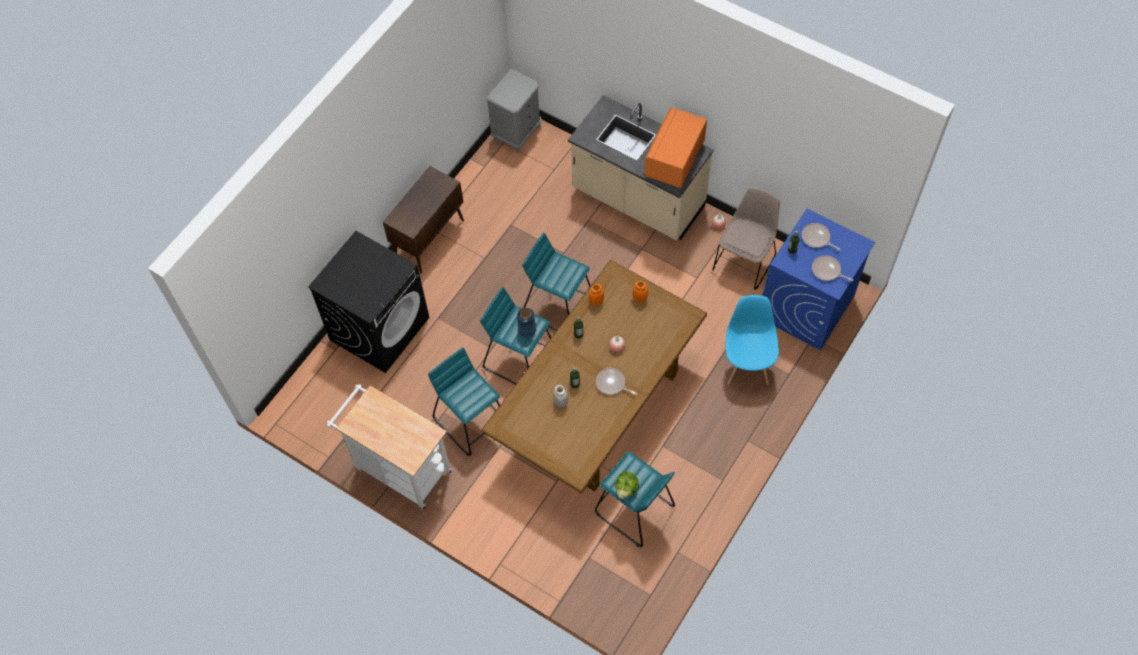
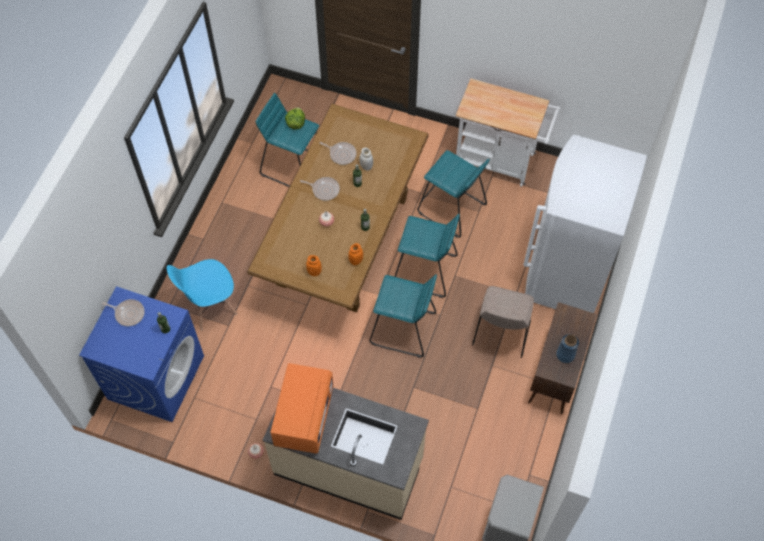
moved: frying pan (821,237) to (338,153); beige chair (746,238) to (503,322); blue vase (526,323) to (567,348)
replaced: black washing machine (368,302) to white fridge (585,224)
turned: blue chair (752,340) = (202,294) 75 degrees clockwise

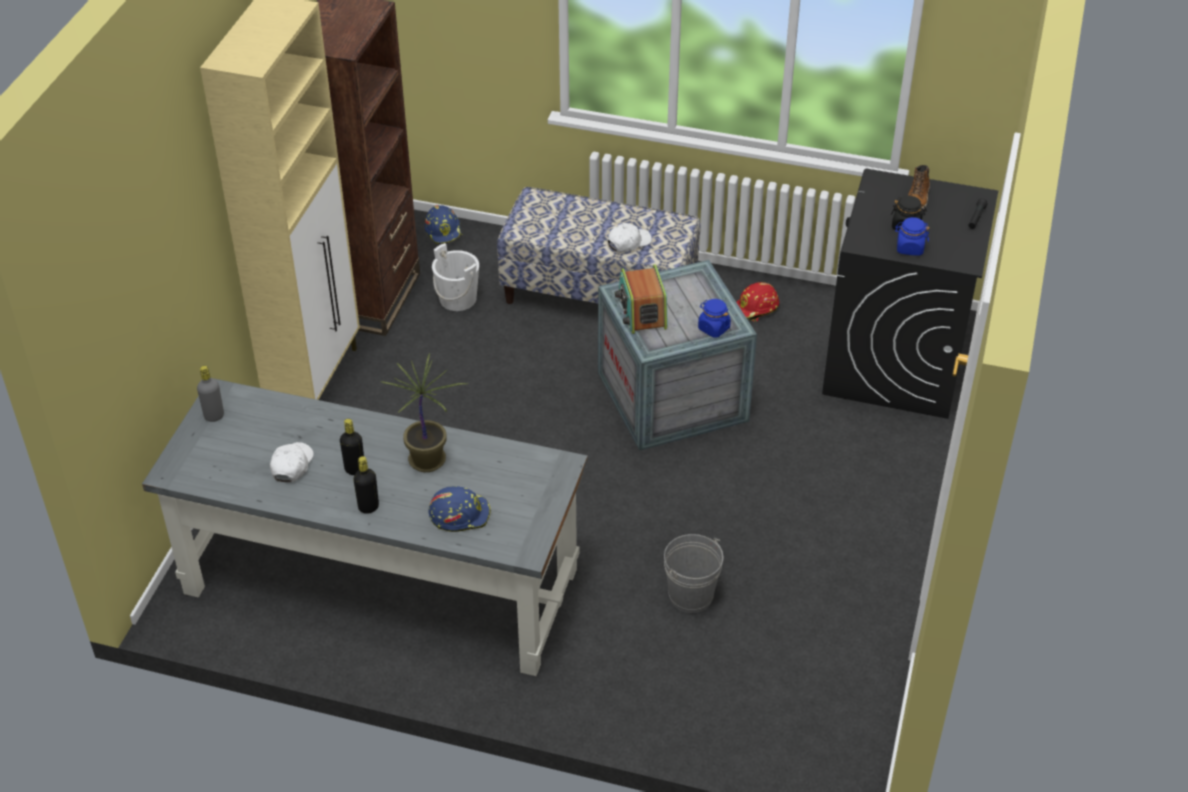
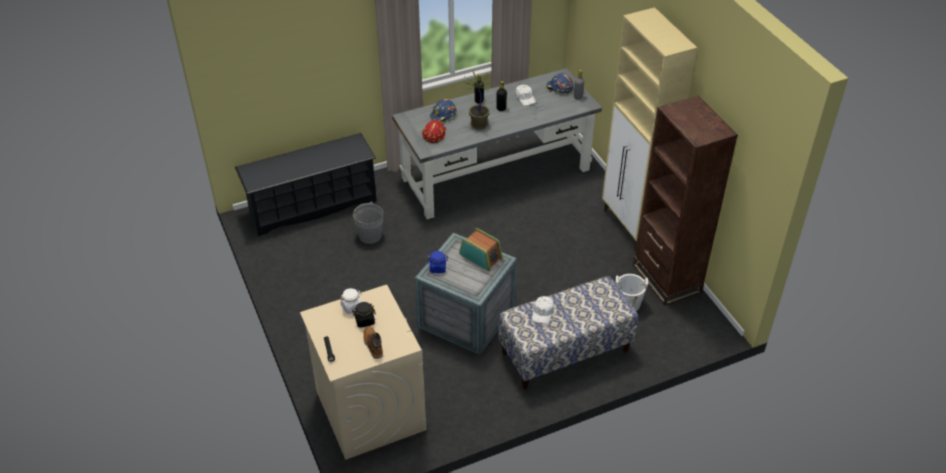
added: black shoe rack (306,184)
moved: red hard hat (757,302) to (434,131); blue hard hat (443,224) to (559,83)
recoloured: black washing machine (910,294) to beige washing machine (363,372); blue jar (912,236) to white jar (351,301)

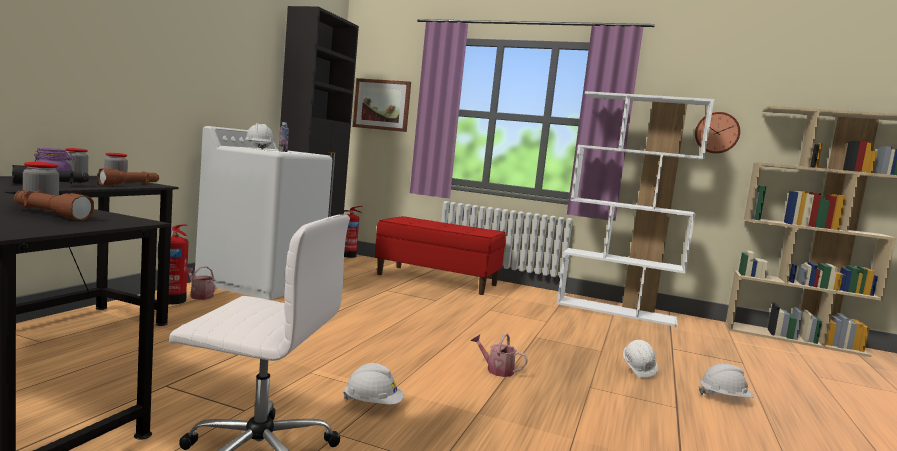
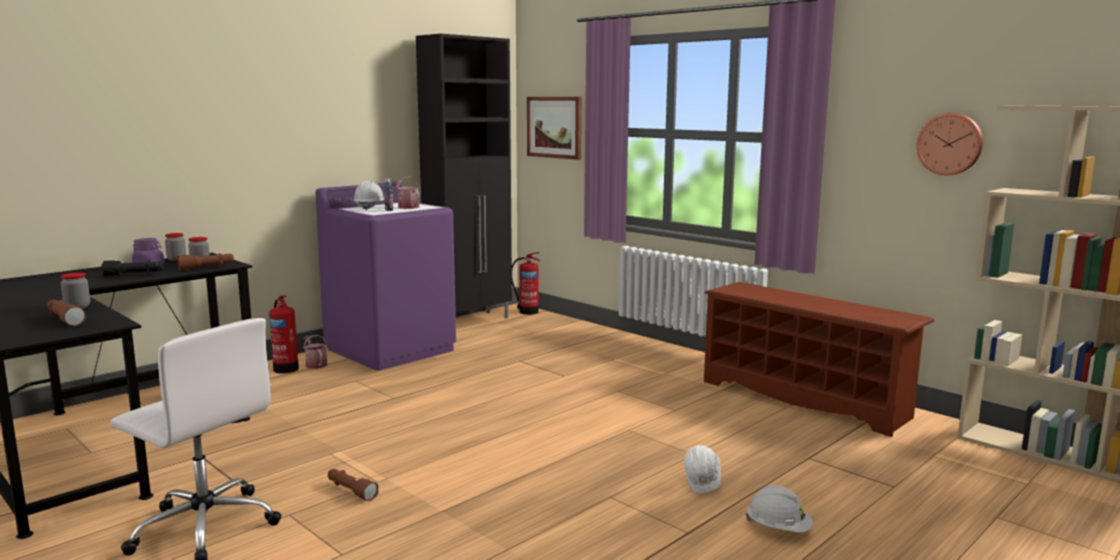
removed: red bench (440,255)
moved: watering can (499,355) to (405,192)
replaced: white hard hat (373,384) to brown flashlight (353,485); white bookcase (635,209) to brown shoe rack (819,359)
recoloured: white washing machine (263,213) to purple washing machine (385,276)

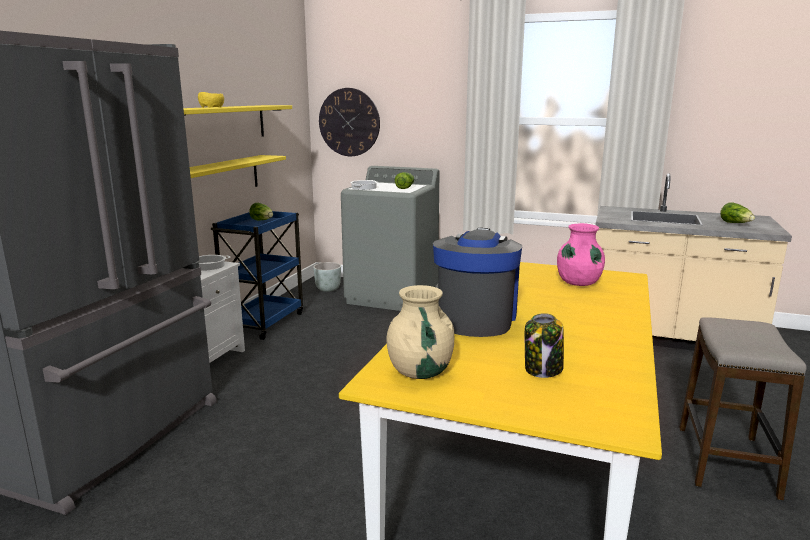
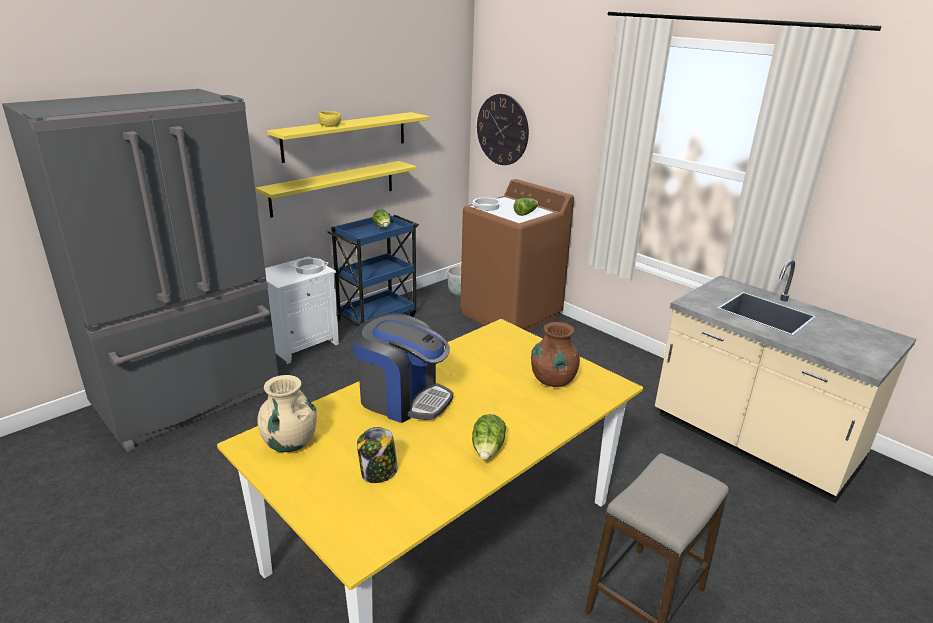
moved: lettuce (737,212) to (489,437)
recoloured: grey washing machine (390,238) to brown washing machine (517,255); pink vase (581,254) to brown vase (555,354)
turned: coffee machine (477,282) = (403,368) 75 degrees clockwise

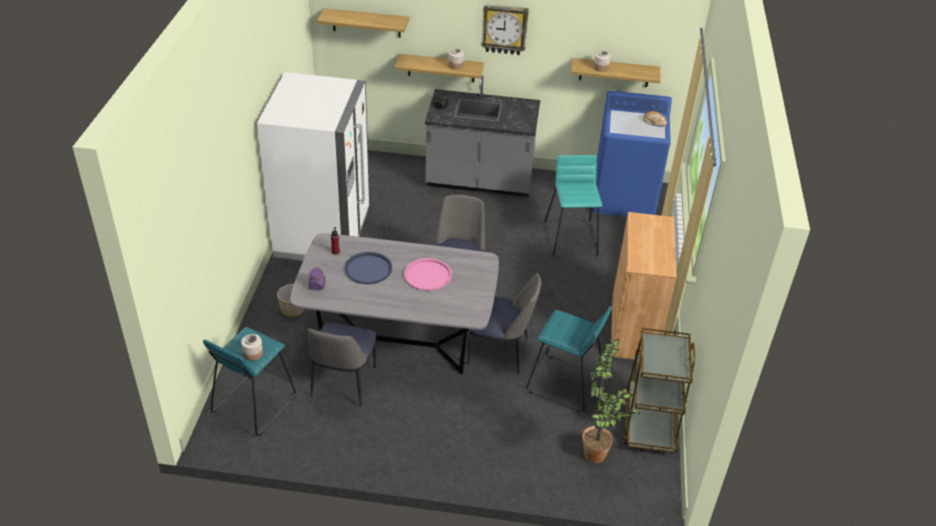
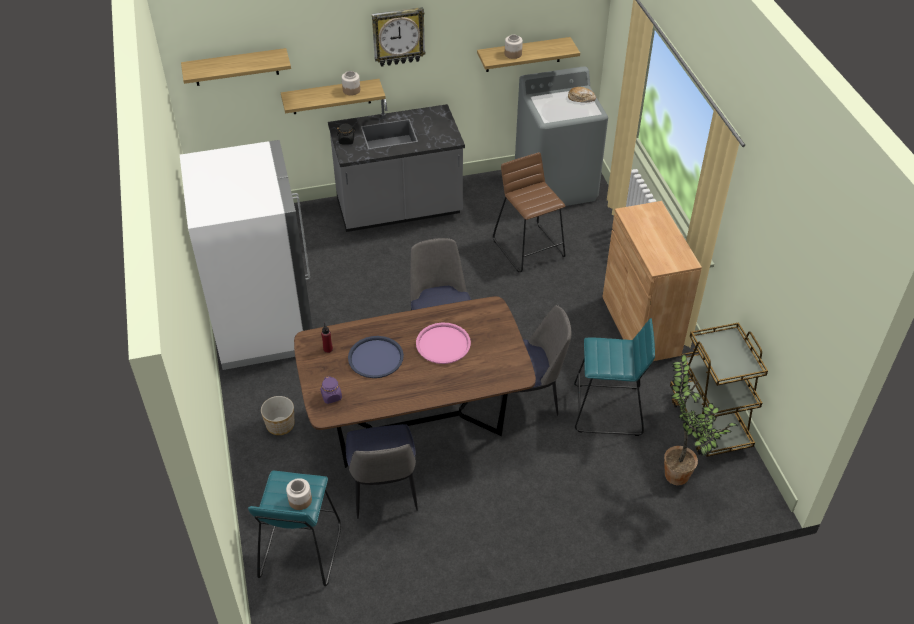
recoloured: grey dining table (394,303) to brown dining table (415,382); turquoise stool (573,205) to brown stool (529,212); blue washing machine (632,154) to grey washing machine (561,136)

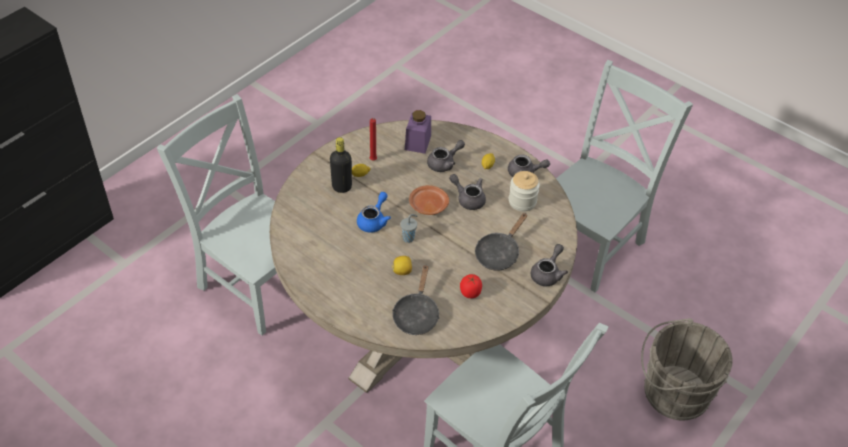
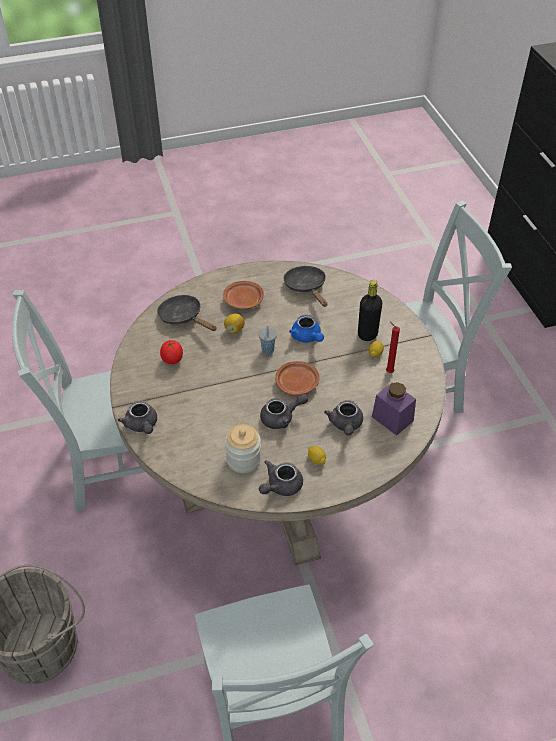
added: brown plate (243,295)
moved: black frying pan (501,242) to (305,286)

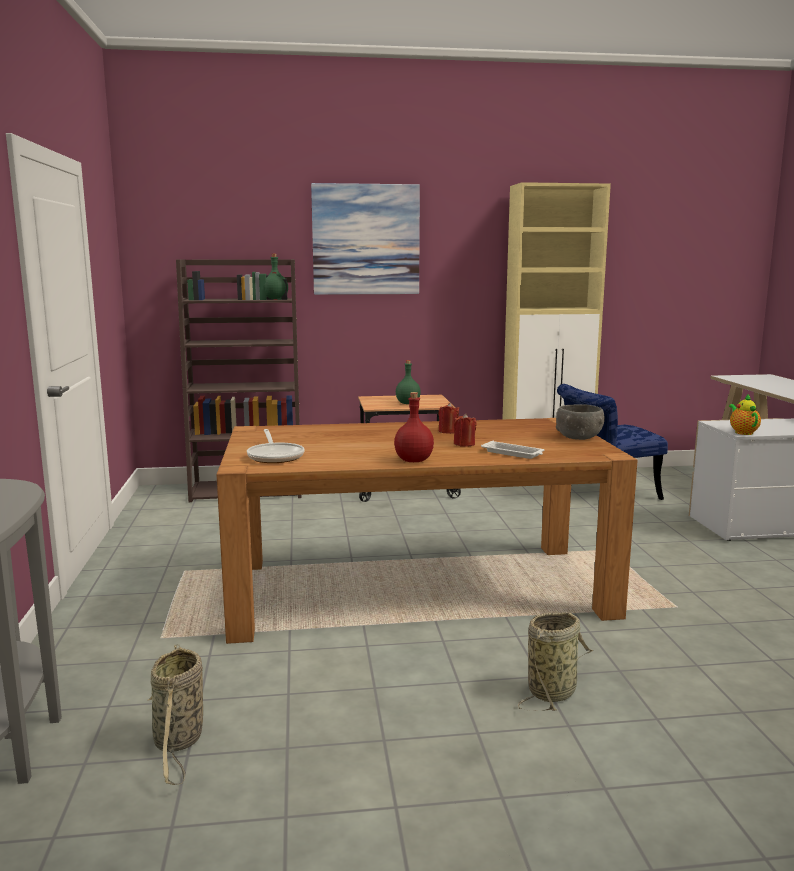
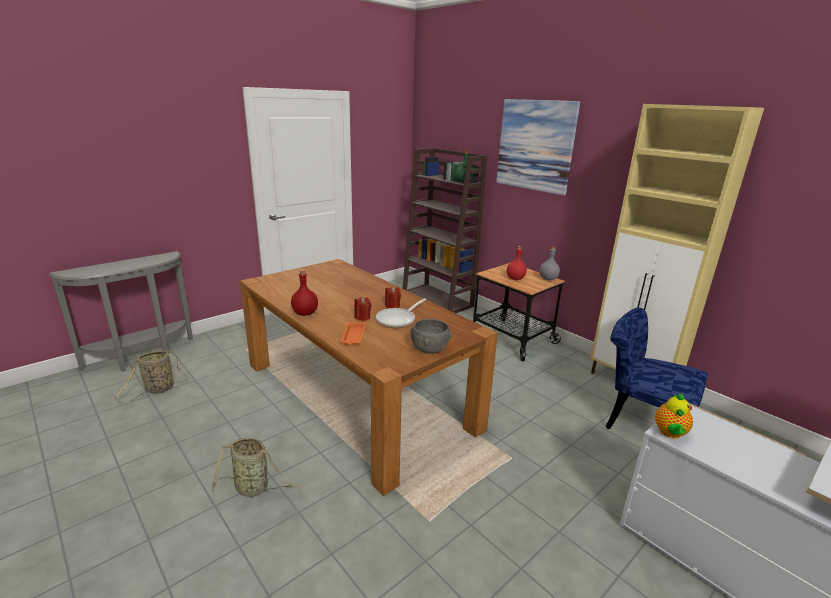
added: grey bottle (549,263)
moved: frying pan (276,446) to (401,313)
recoloured: white tray (512,449) to orange tray (353,333); green bottle (408,382) to red bottle (517,263)
turned: teapot (745,414) = (674,416) 150 degrees clockwise

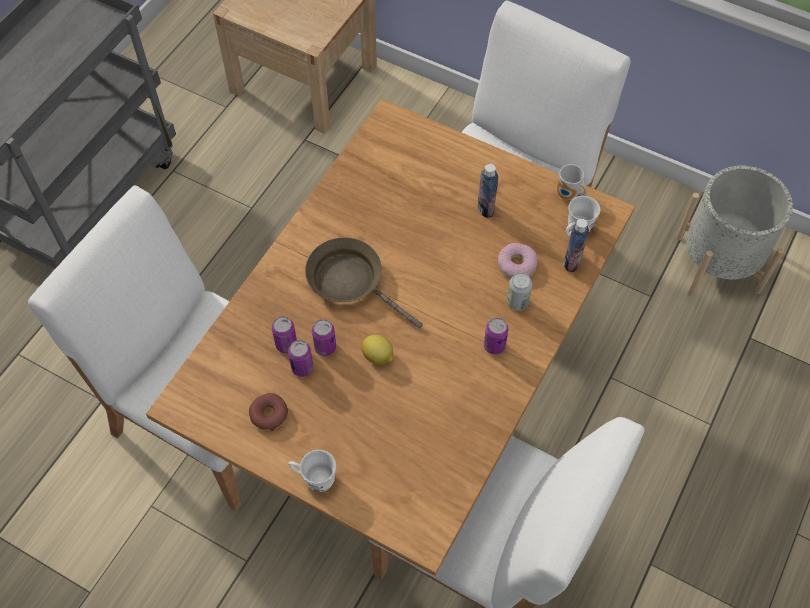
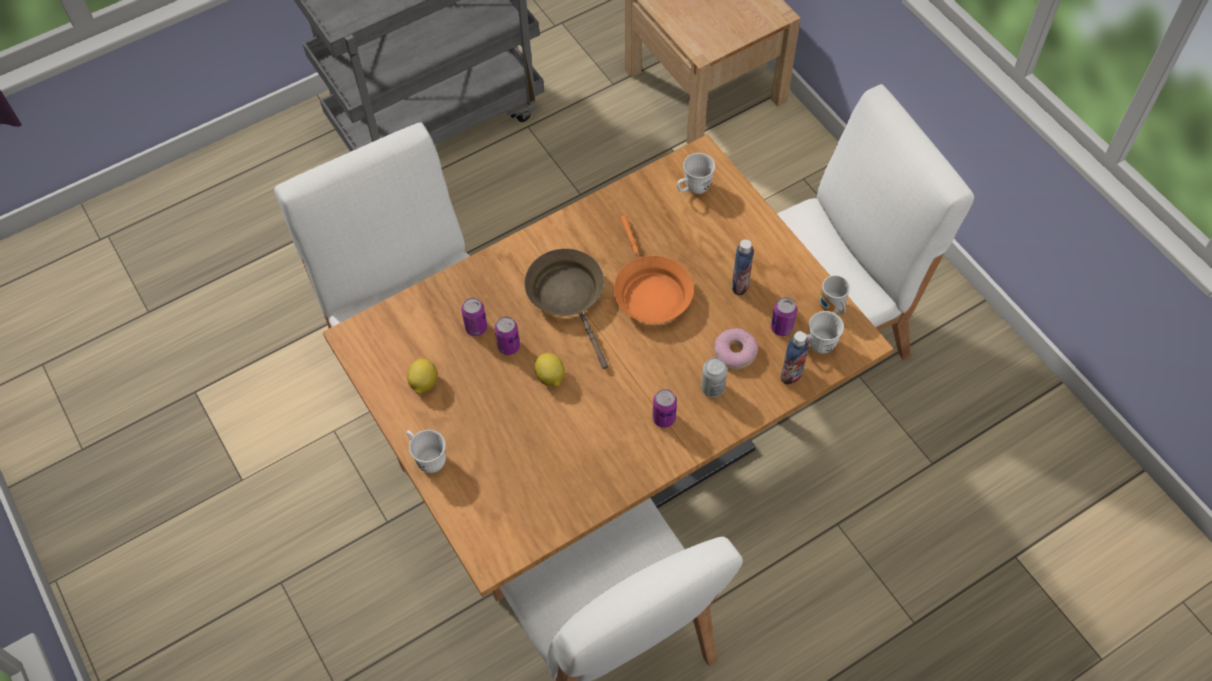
removed: grey planter (734,231)
added: orange frying pan (654,269); white mug (696,173)
moved: can (301,358) to (784,317)
replaced: donut (268,412) to lemon (422,376)

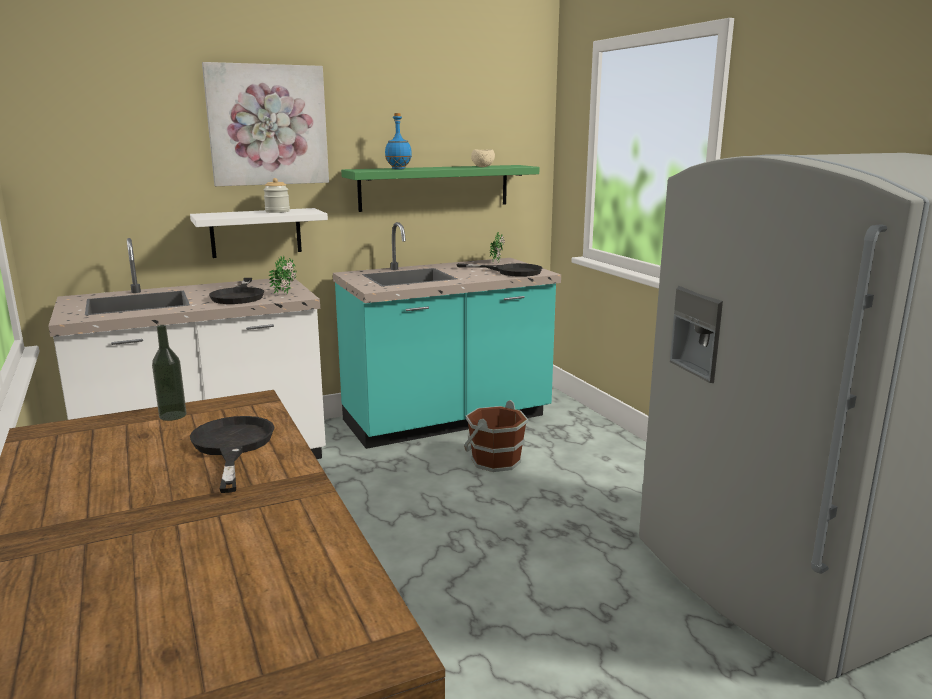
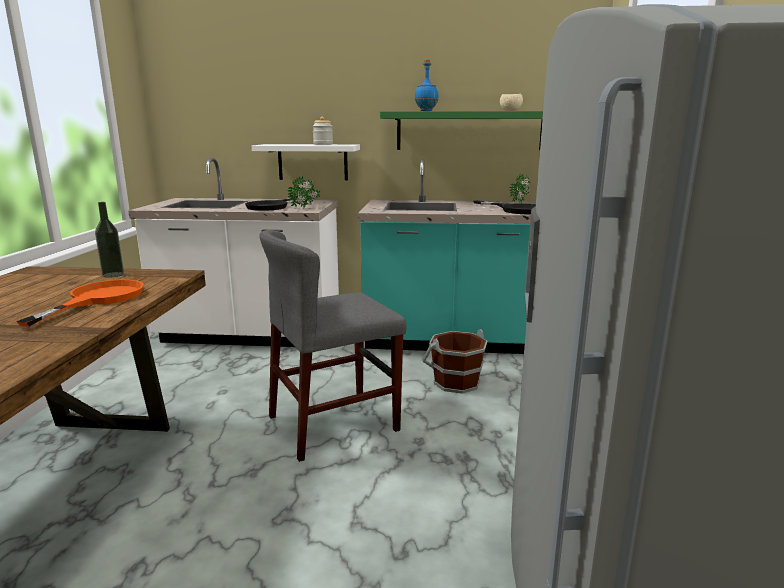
removed: picture (265,124)
added: grey chair (332,346)
recoloured: black frying pan (232,454) to orange frying pan (80,303)

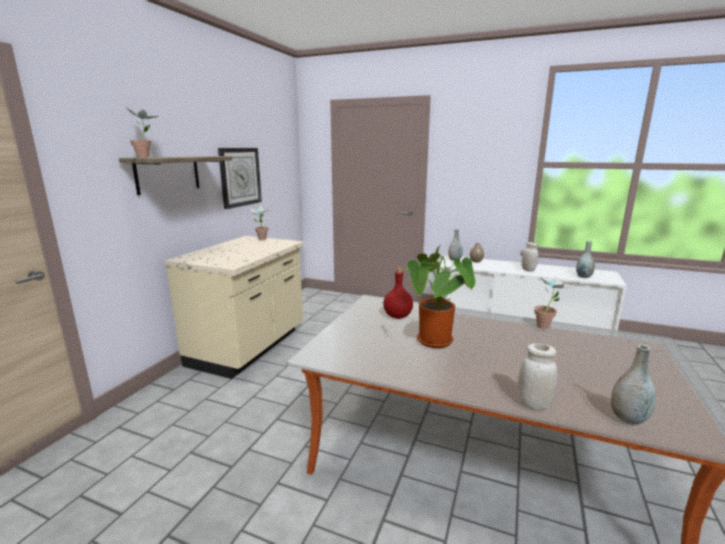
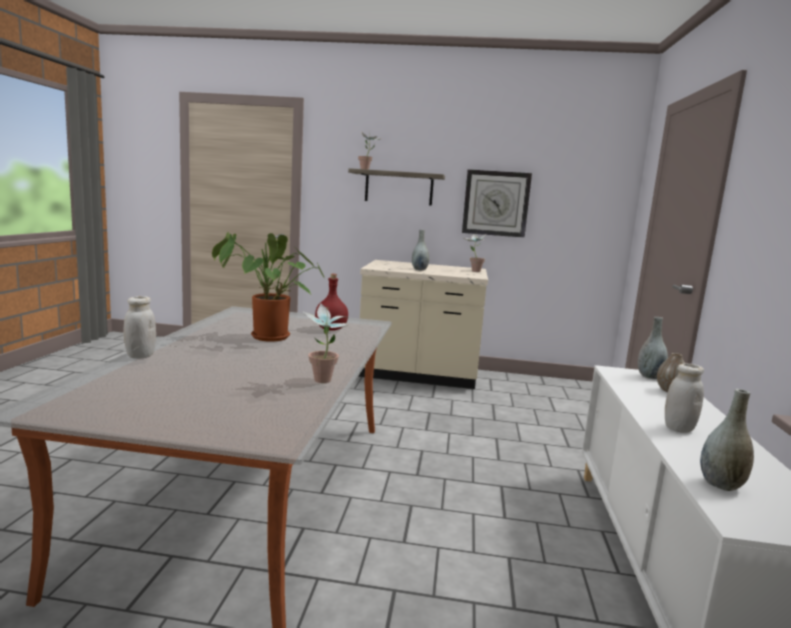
moved: grey vase (633,384) to (420,250)

